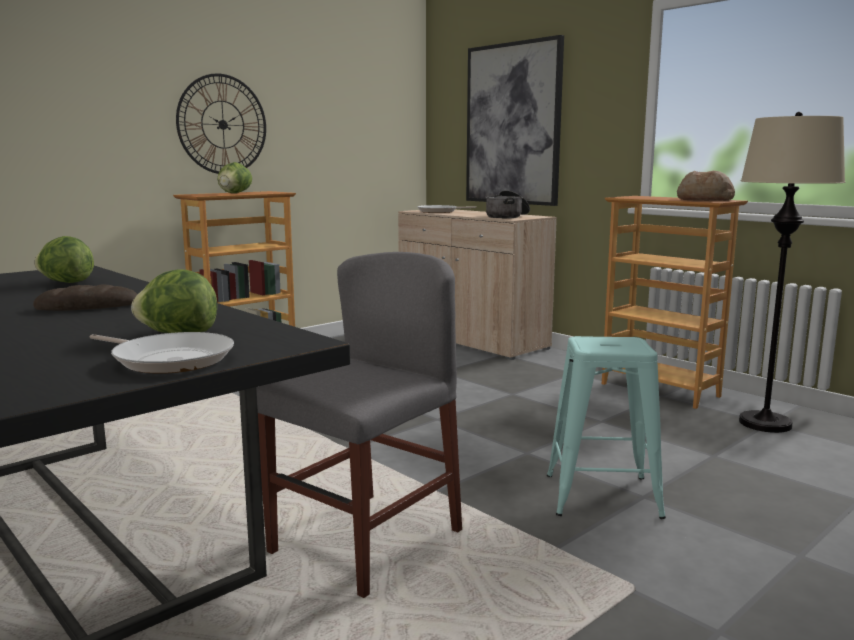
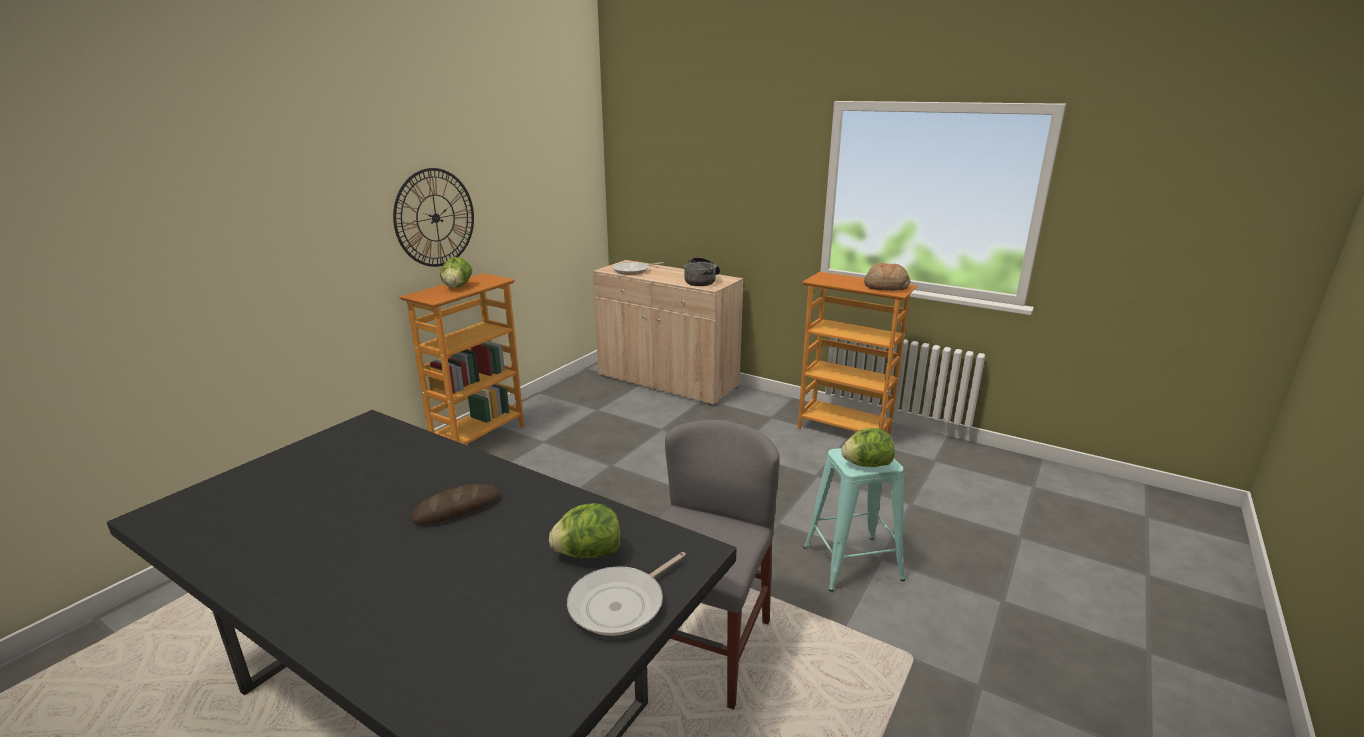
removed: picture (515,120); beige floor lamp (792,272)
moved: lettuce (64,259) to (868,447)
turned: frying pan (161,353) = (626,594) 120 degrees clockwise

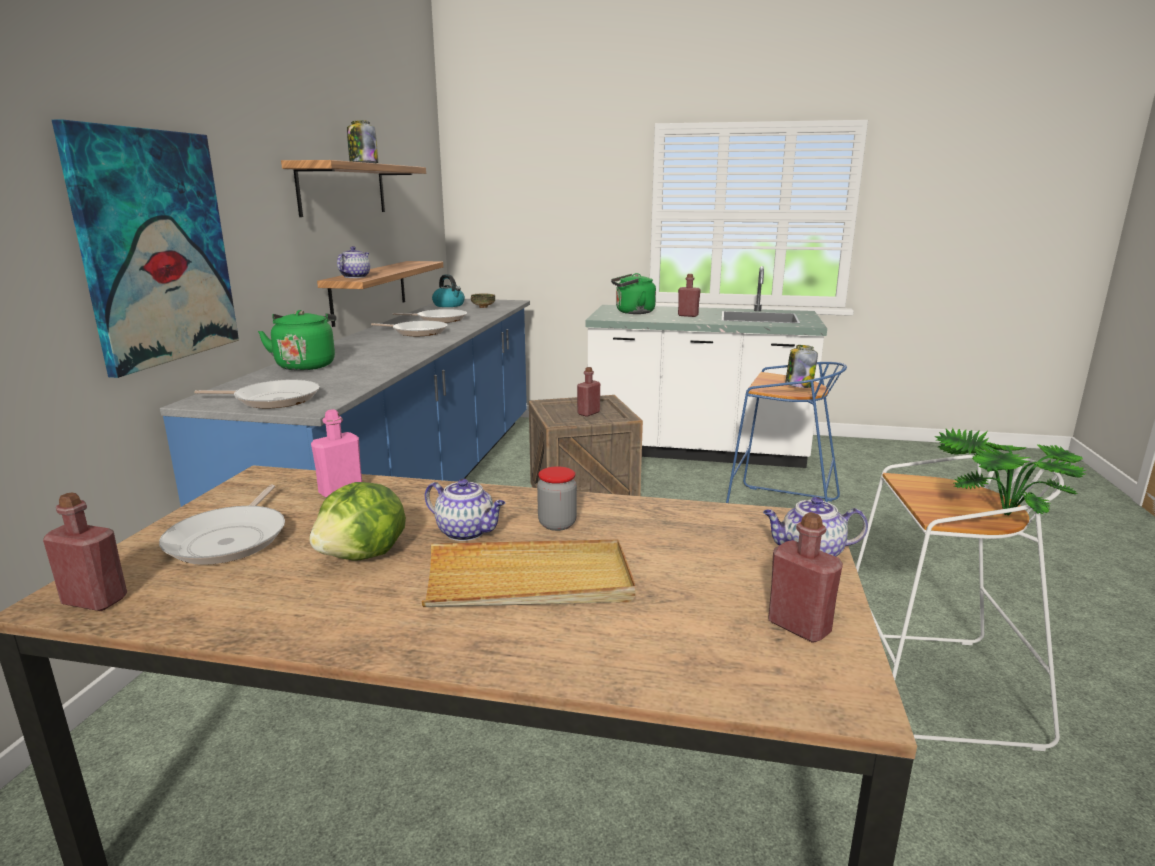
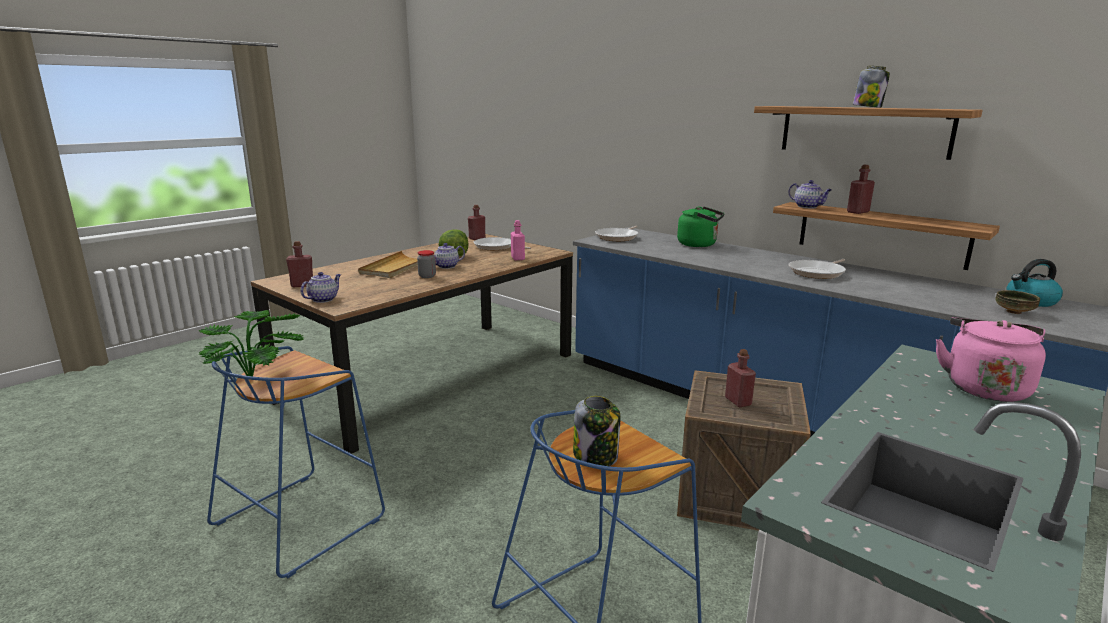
removed: picture (145,248); frying pan (430,316)
moved: red bottle (689,295) to (861,189)
recoloured: white stool (960,603) to blue stool (296,462); green kettle (633,293) to pink kettle (991,359)

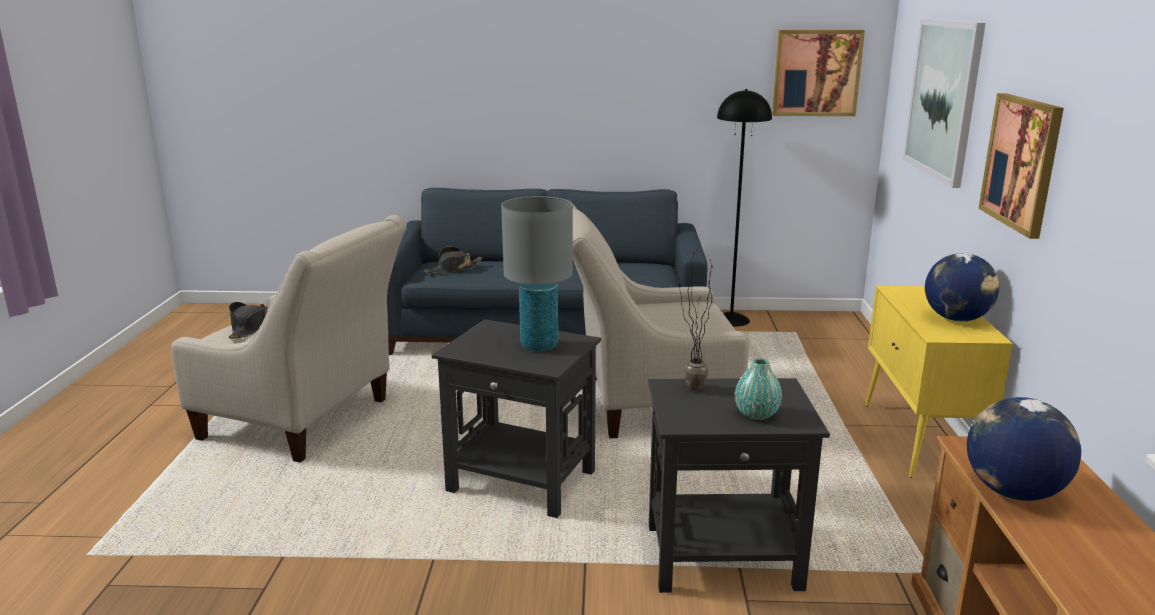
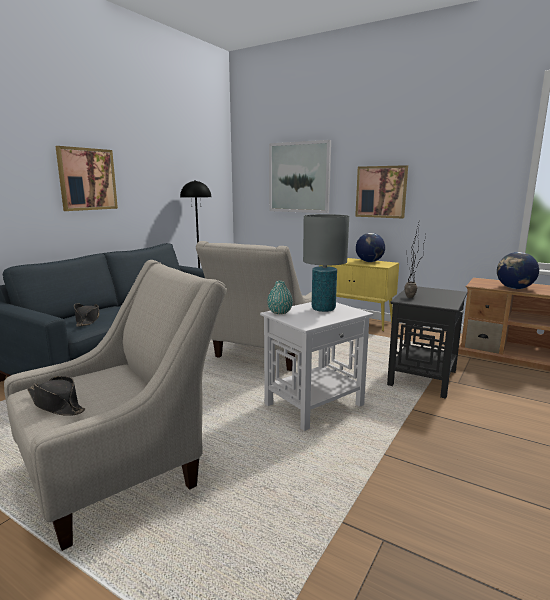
moved: picture (818,73) to (87,178); turquoise vase (758,389) to (280,297)
recoloured: black side table (516,418) to white side table (316,366)

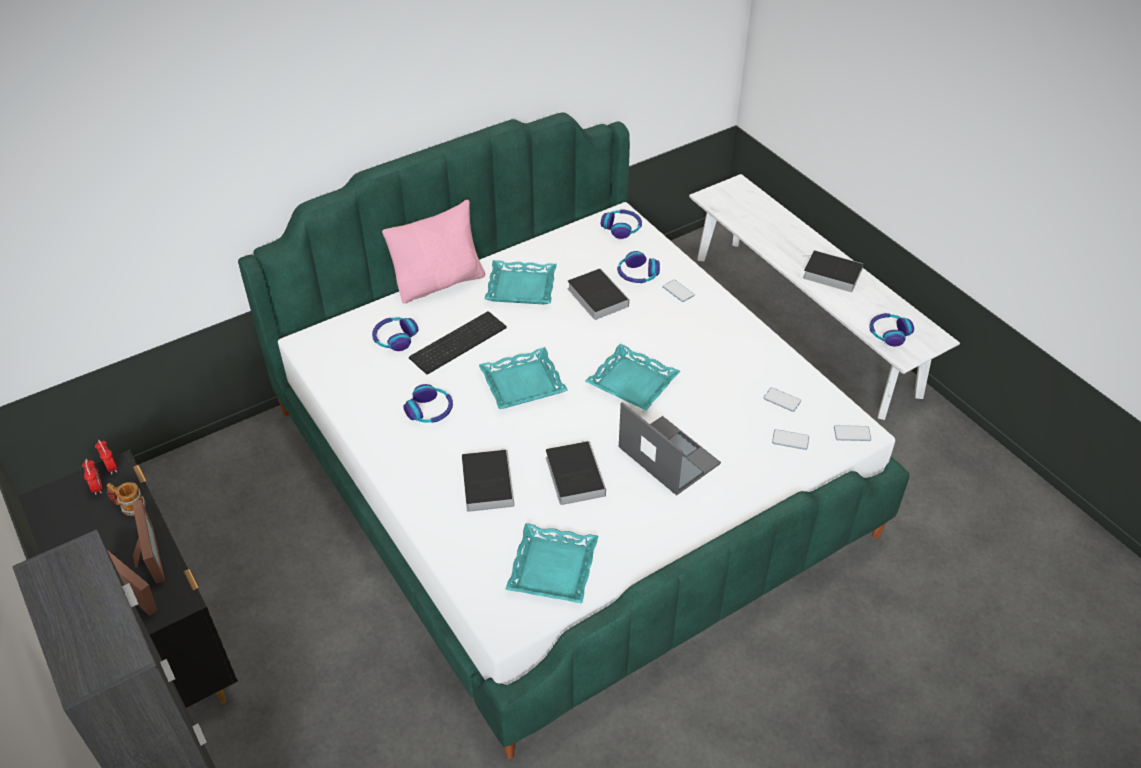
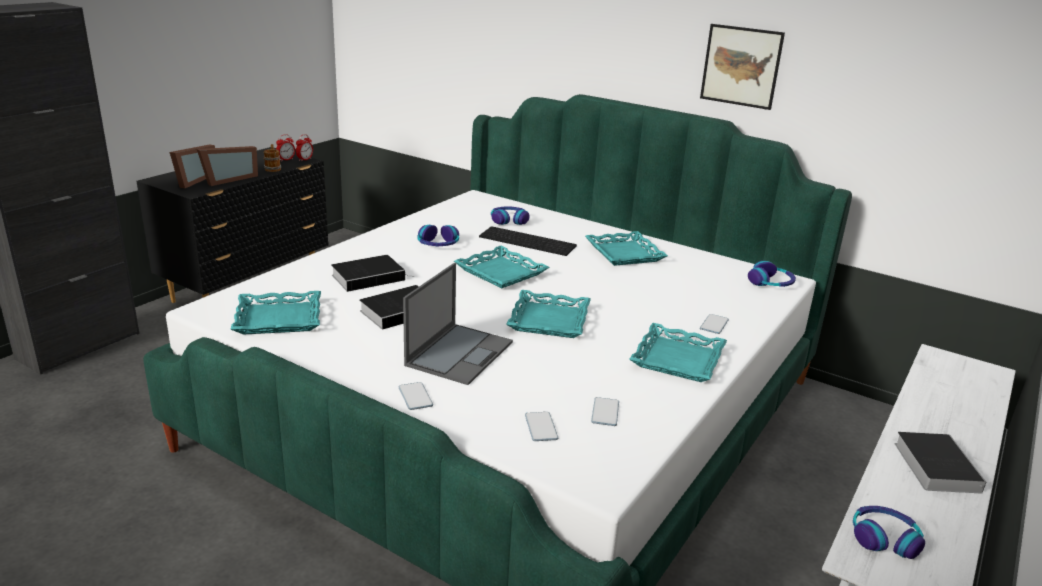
removed: pink pillow (433,252); book (598,294); headphones (638,267)
added: turquoise tray (678,352); picture (742,67)
moved: phone (852,433) to (416,396)

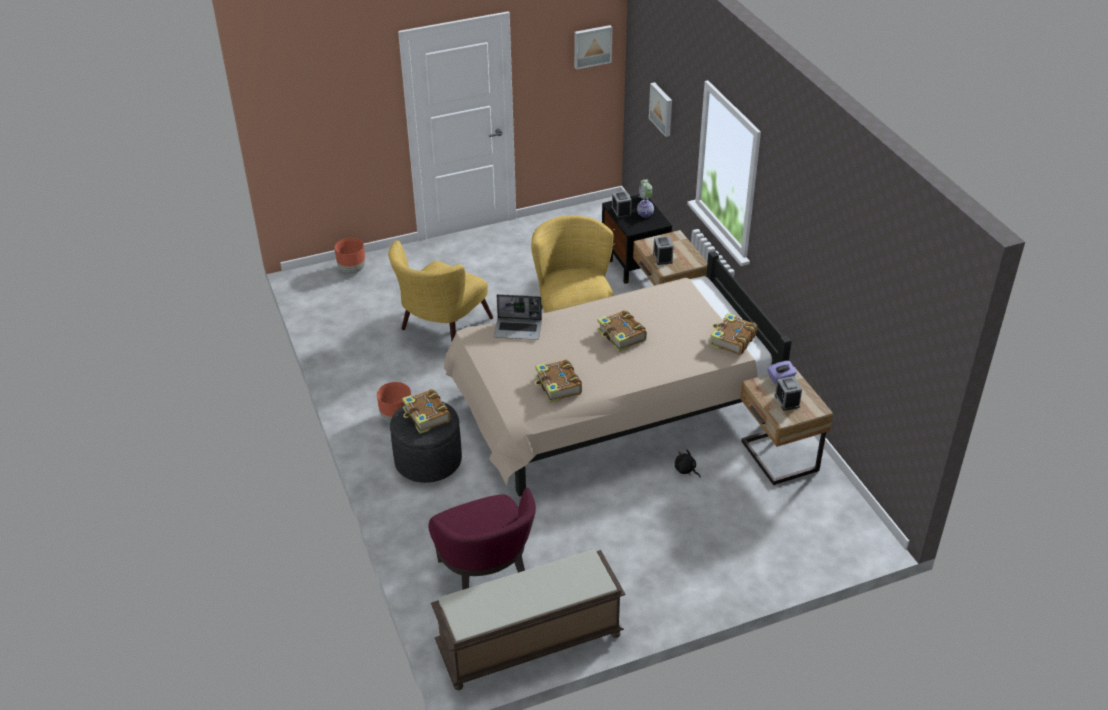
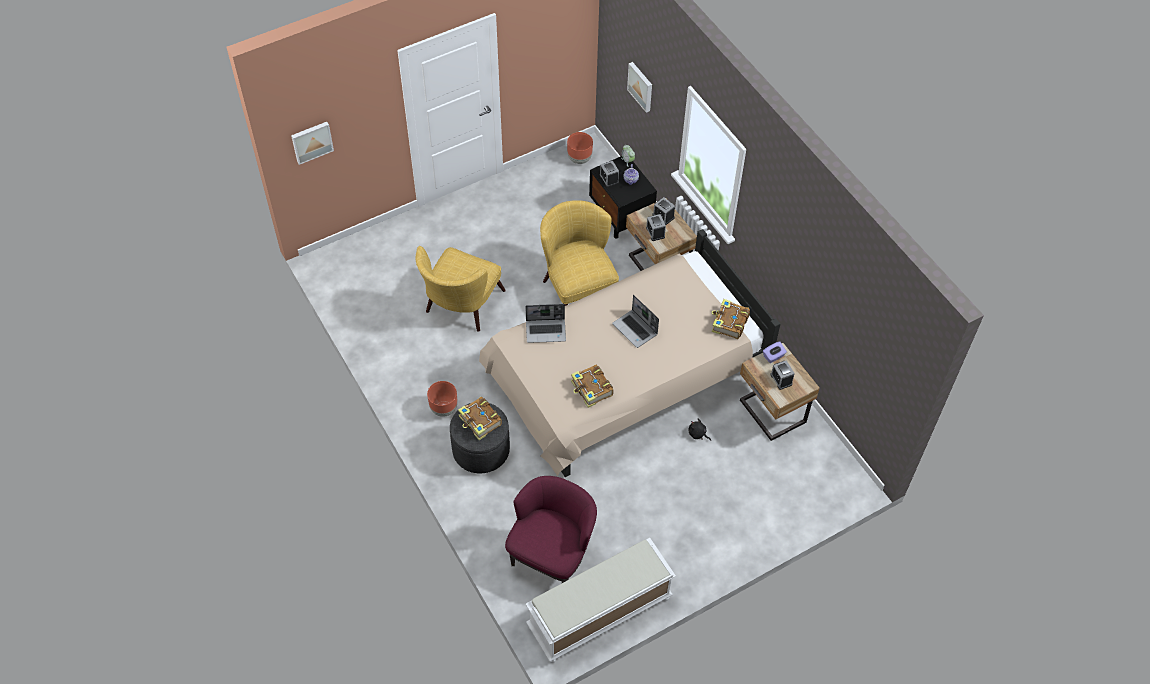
added: alarm clock (663,211)
moved: picture (593,47) to (312,143); brown planter (349,256) to (580,148)
replaced: book (622,331) to laptop (635,321)
recoloured: brown bench (528,620) to white bench (600,600)
turned: purple armchair (482,538) = (551,529) 120 degrees counterclockwise

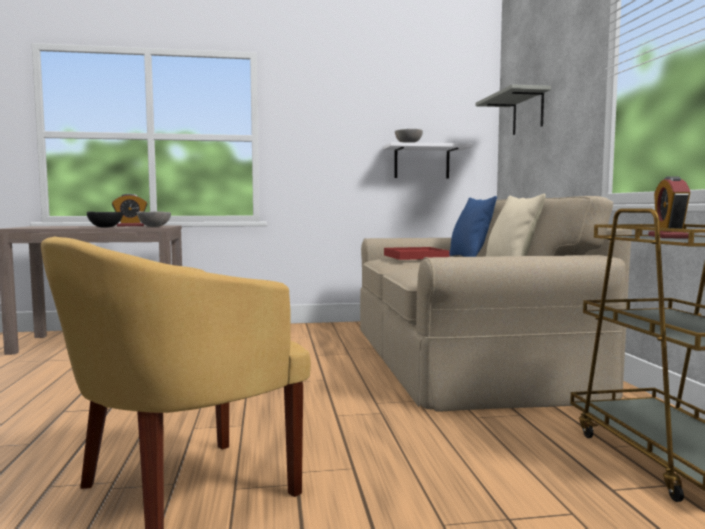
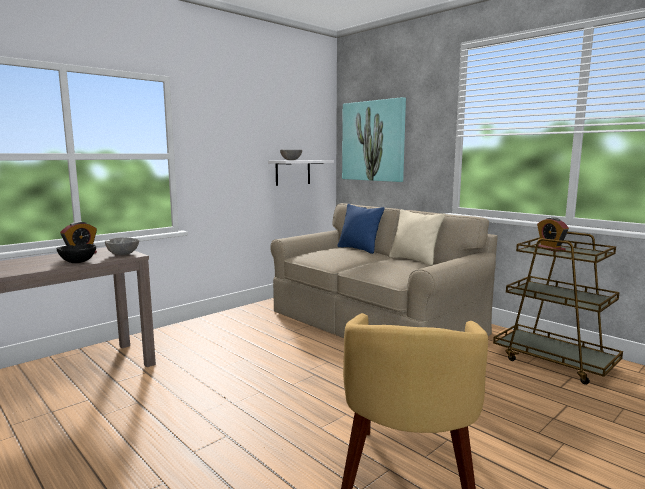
removed: red tray (417,253)
replaced: grey shelf (513,109) to picture (374,139)

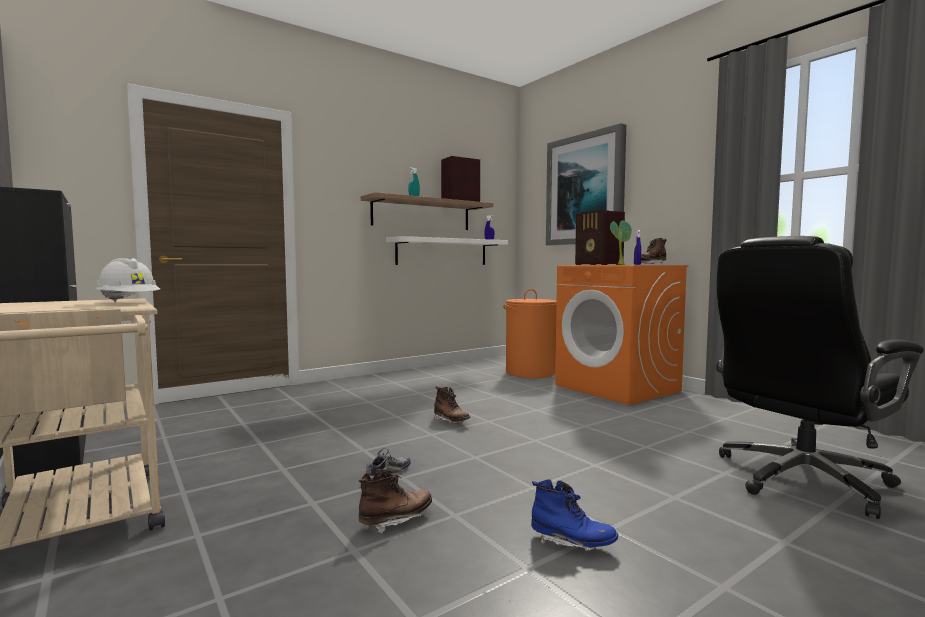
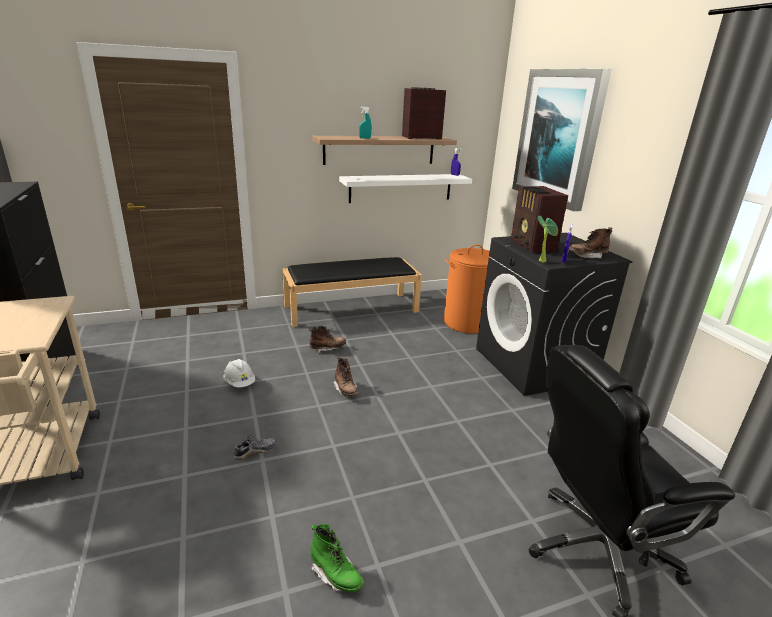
added: black bench (352,292)
moved: white hard hat (128,280) to (239,373); brown boot (395,501) to (327,339)
recoloured: blue boot (574,515) to green boot (337,558); orange washing machine (621,335) to black washing machine (554,314)

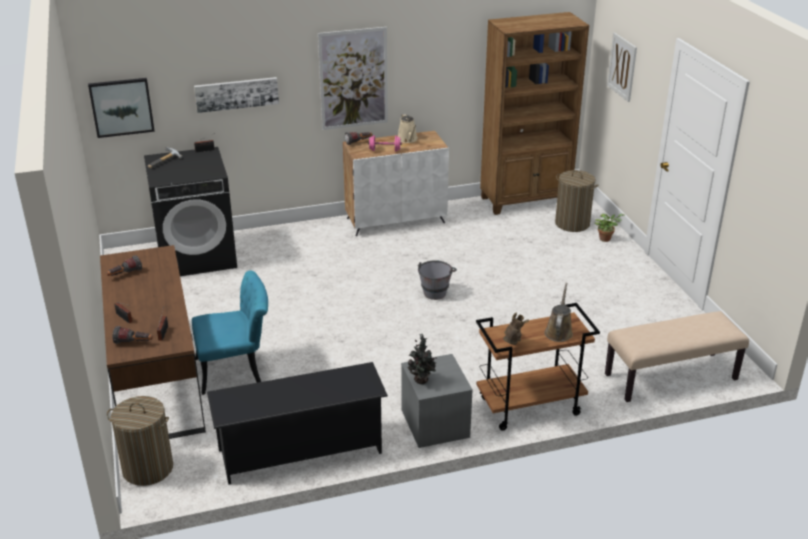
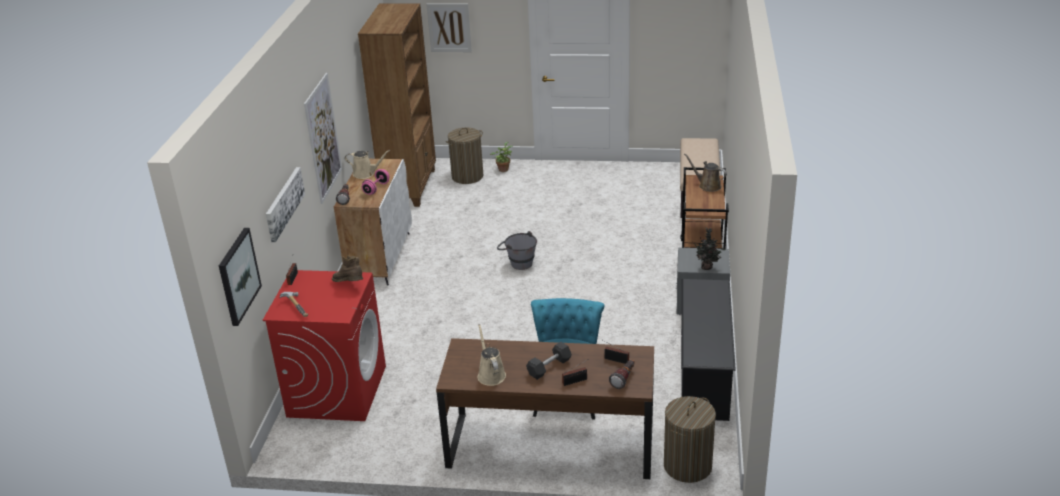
added: grey dumbbell (549,361)
moved: brown boot (516,329) to (347,268)
replaced: flashlight (124,265) to beige watering can (492,355)
recoloured: black washing machine (190,211) to red washing machine (324,345)

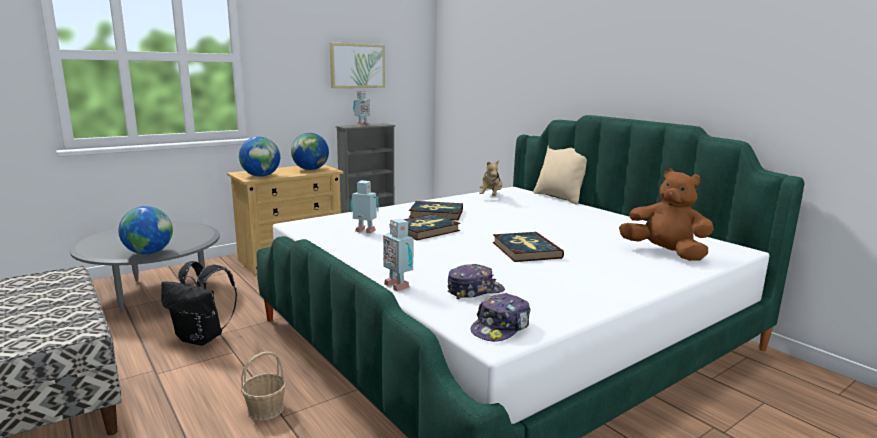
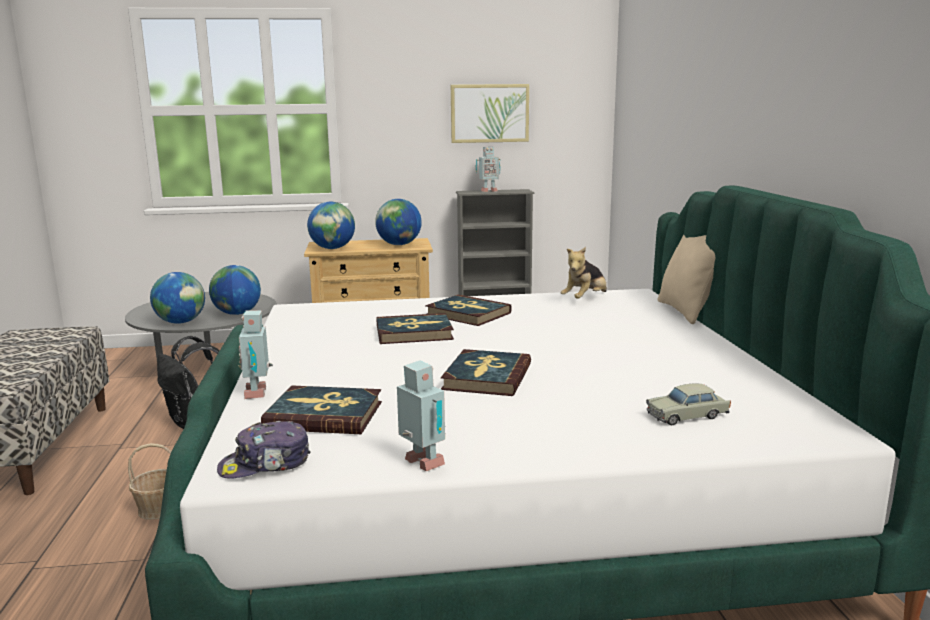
added: globe (235,290)
moved: toy robot (365,206) to (421,415)
replaced: cap (476,281) to book (321,410); brown plush toy (666,215) to beige toy car (688,405)

